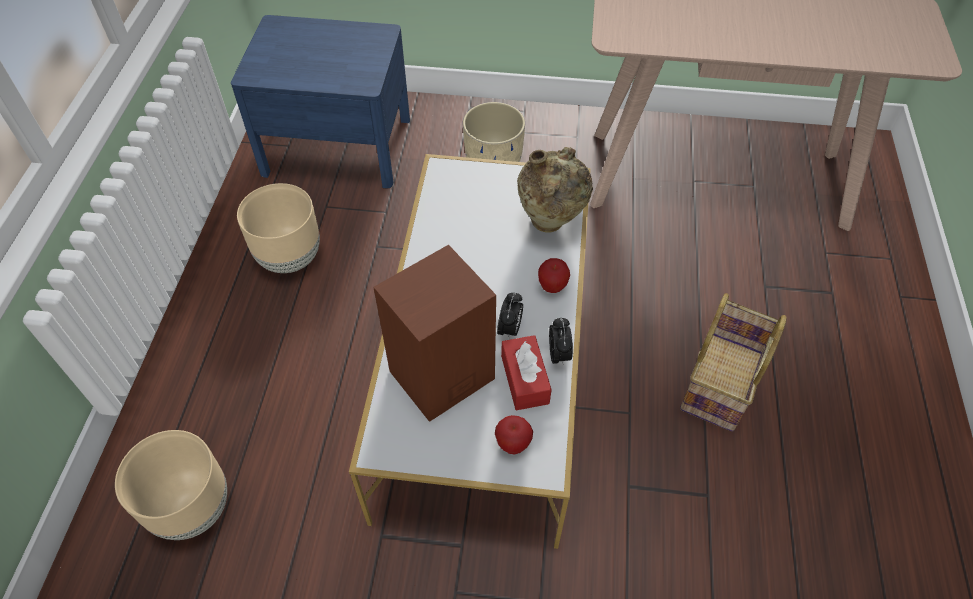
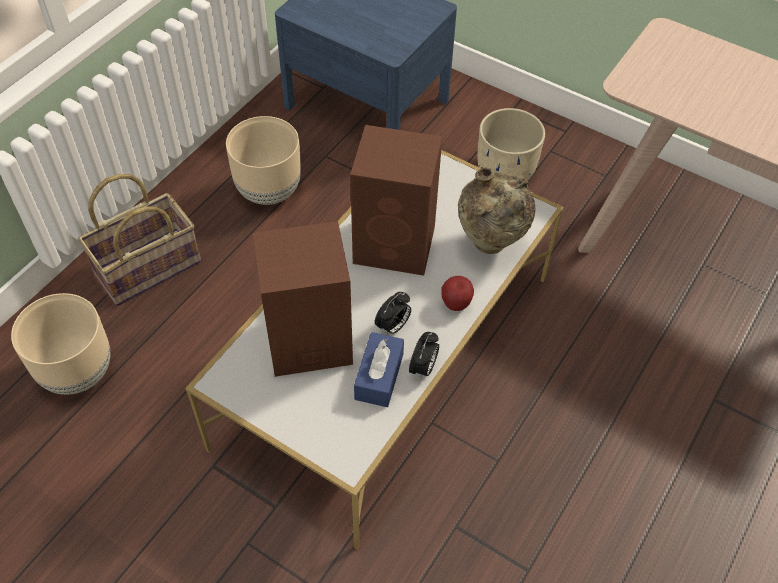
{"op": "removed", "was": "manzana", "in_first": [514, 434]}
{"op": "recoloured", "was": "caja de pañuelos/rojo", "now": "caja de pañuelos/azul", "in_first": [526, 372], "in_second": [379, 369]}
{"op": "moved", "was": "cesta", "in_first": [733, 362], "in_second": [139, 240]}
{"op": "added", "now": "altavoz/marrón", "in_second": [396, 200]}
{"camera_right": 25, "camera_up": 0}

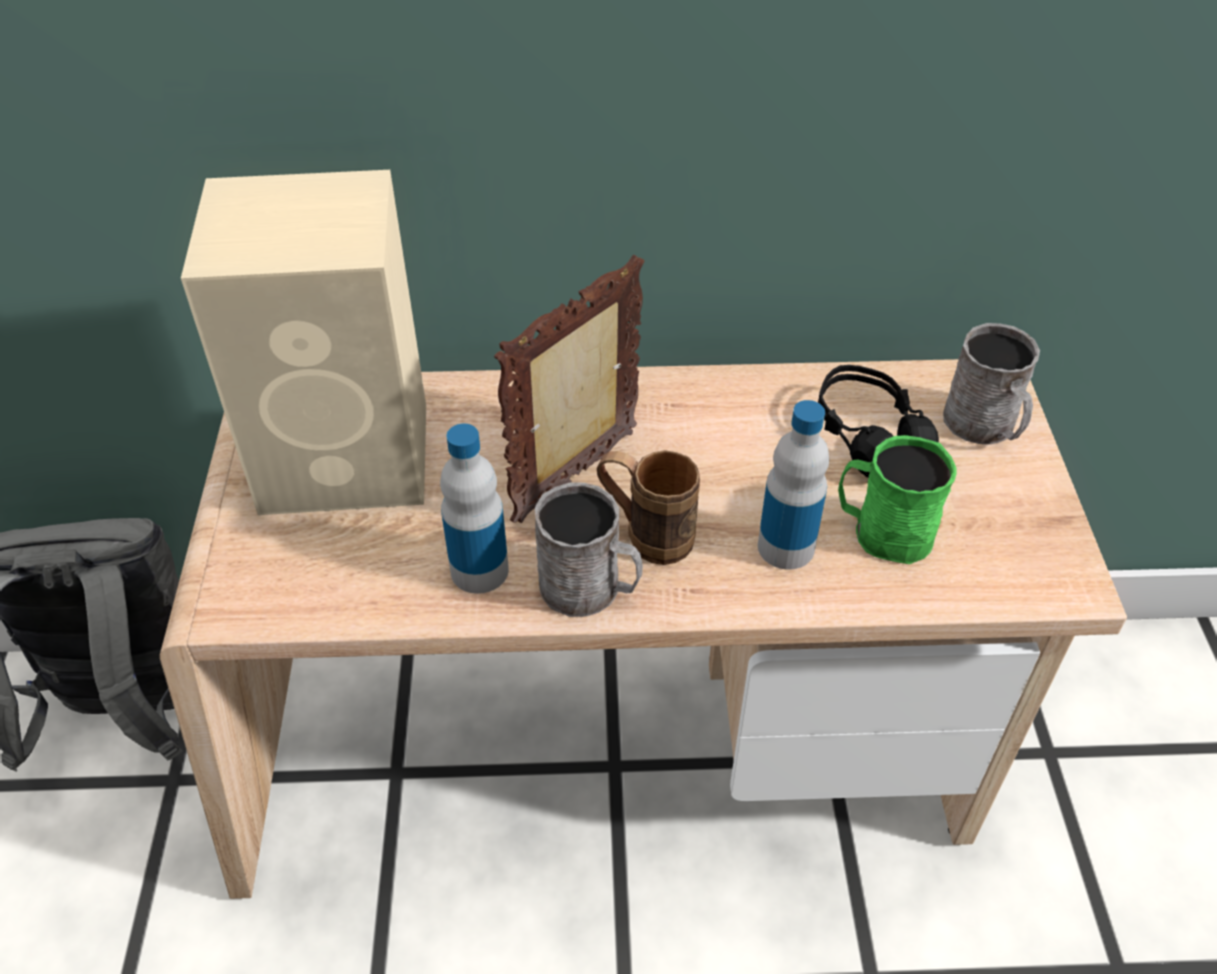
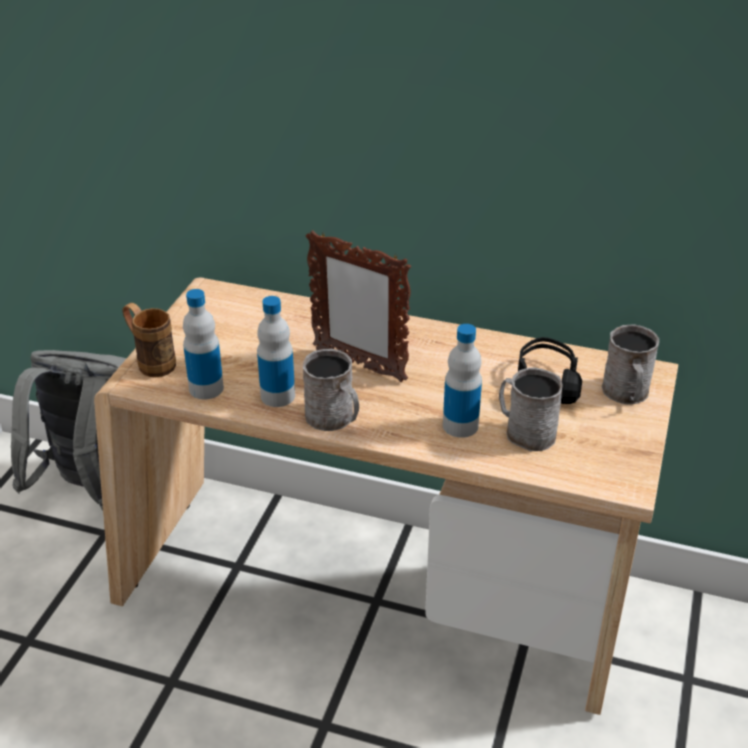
{"op": "removed", "was": "altavoz/beis", "in_first": [303, 342]}
{"op": "turned", "was": "portarretratos", "in_first": [569, 389], "in_second": [358, 306], "clockwise": -120}
{"op": "moved", "was": "taza grande/marrón", "in_first": [648, 507], "in_second": [149, 340]}
{"op": "recoloured", "was": "taza grande/verde", "now": "taza grande/gris", "in_first": [897, 499], "in_second": [531, 409]}
{"op": "added", "now": "botella", "in_second": [203, 344]}
{"camera_right": 20, "camera_up": -10}

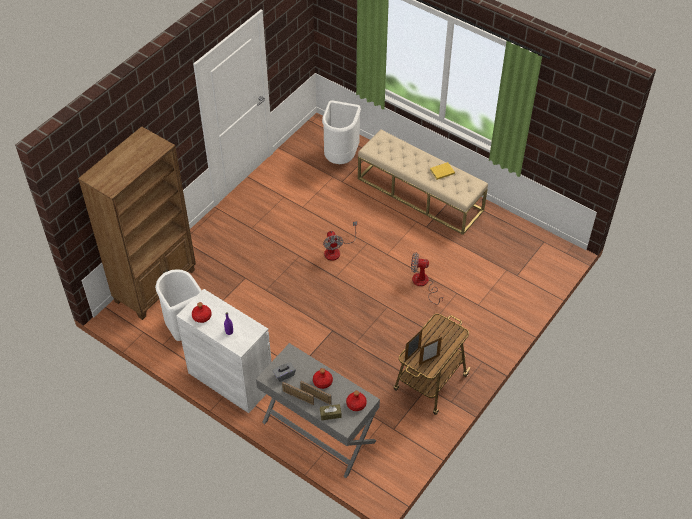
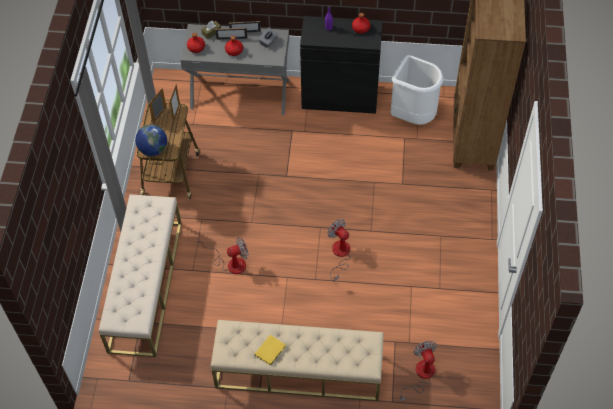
{"op": "recoloured", "was": "armario/blanco", "now": "armario/negro", "in_first": [224, 351], "in_second": [341, 65]}
{"op": "replaced", "was": "papelera/blanco", "now": "ventilador", "in_first": [341, 132], "in_second": [418, 371]}
{"op": "added", "now": "banco/beis", "in_second": [140, 275]}
{"op": "added", "now": "globo terráqueo", "in_second": [151, 140]}
{"camera_right": 150, "camera_up": 5}

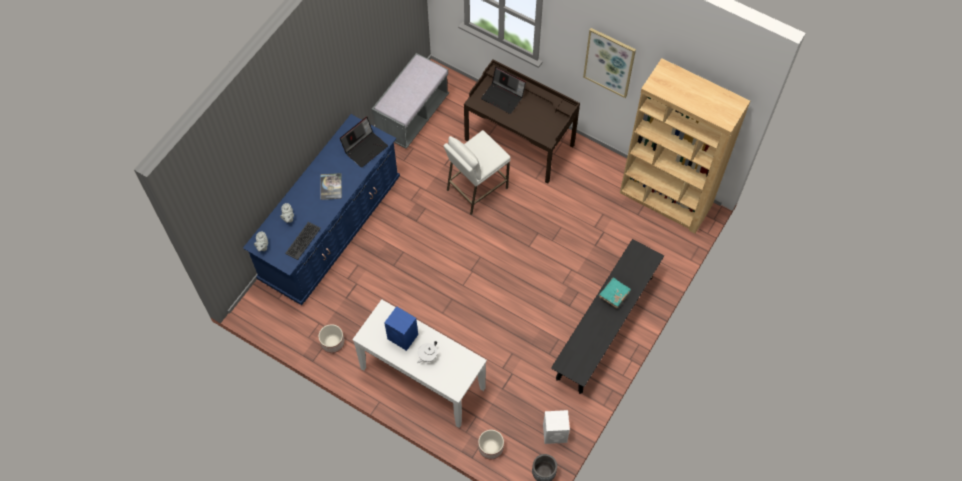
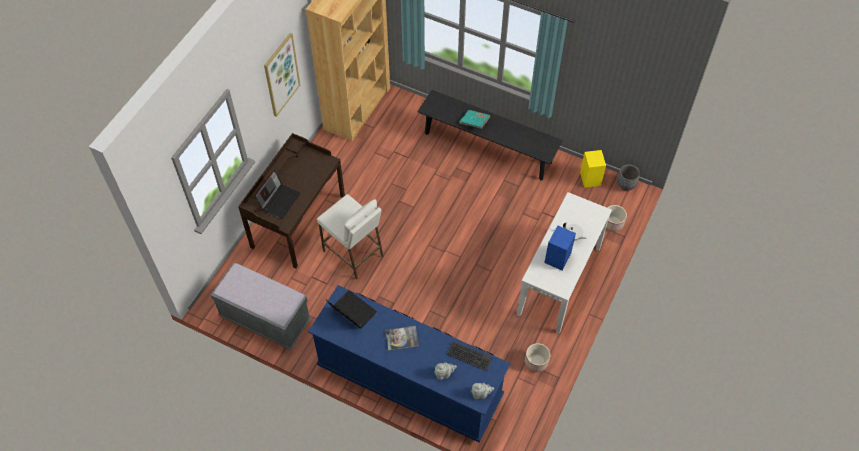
{"op": "recoloured", "was": "altavoz/blanco", "now": "altavoz/amarillo", "in_first": [556, 427], "in_second": [593, 169]}
{"camera_right": -95, "camera_up": -5}

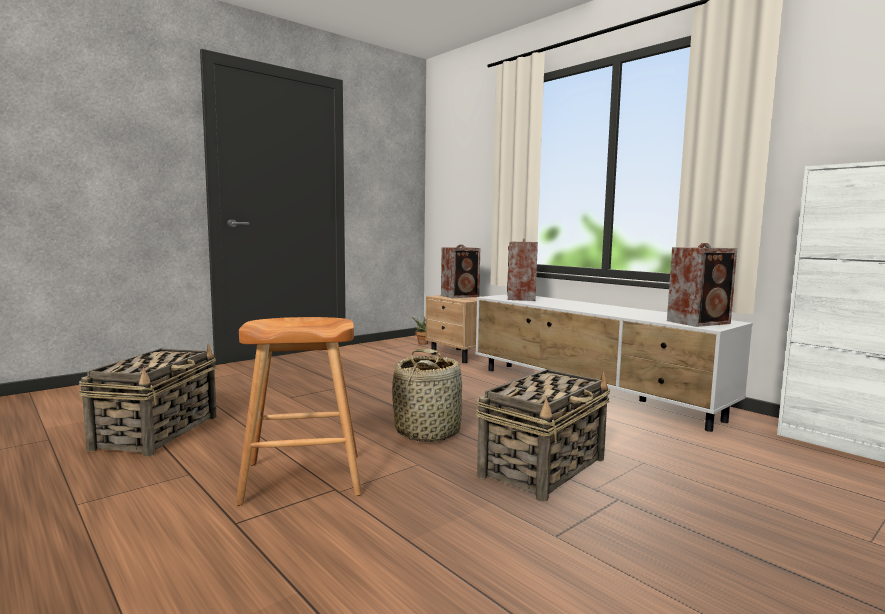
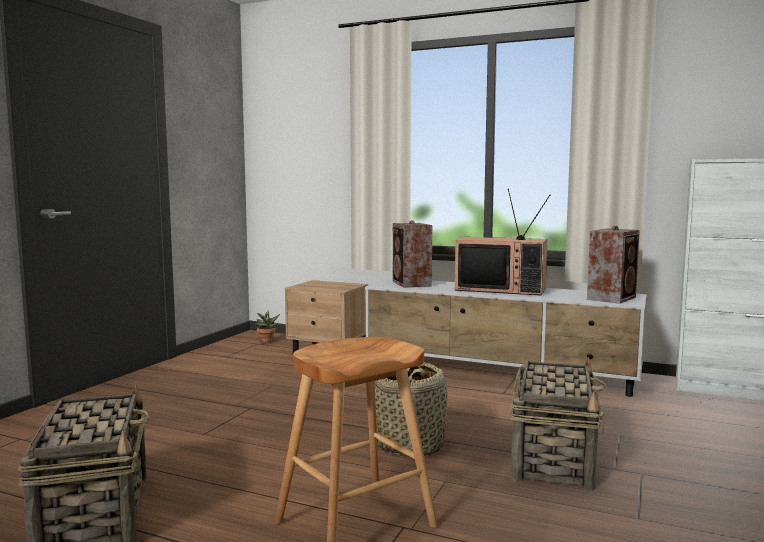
{"op": "removed", "was": "altavoz", "in_first": [460, 271]}
{"op": "added", "now": "televisor", "in_second": [503, 242]}
{"camera_right": -25, "camera_up": 0}

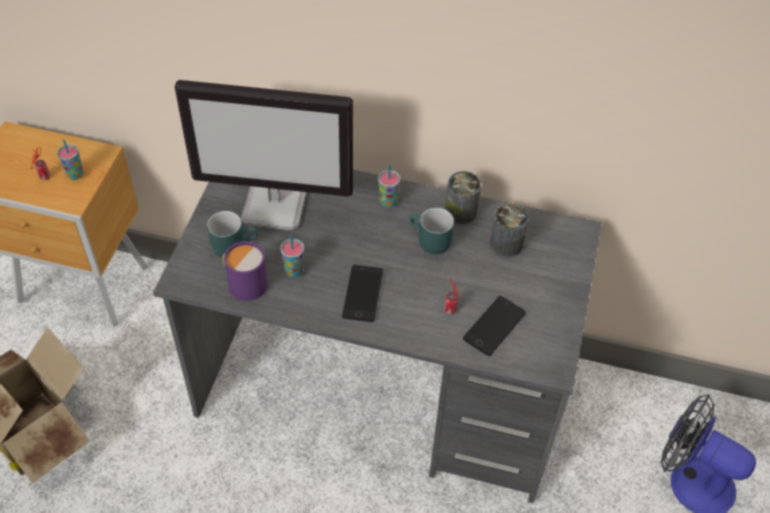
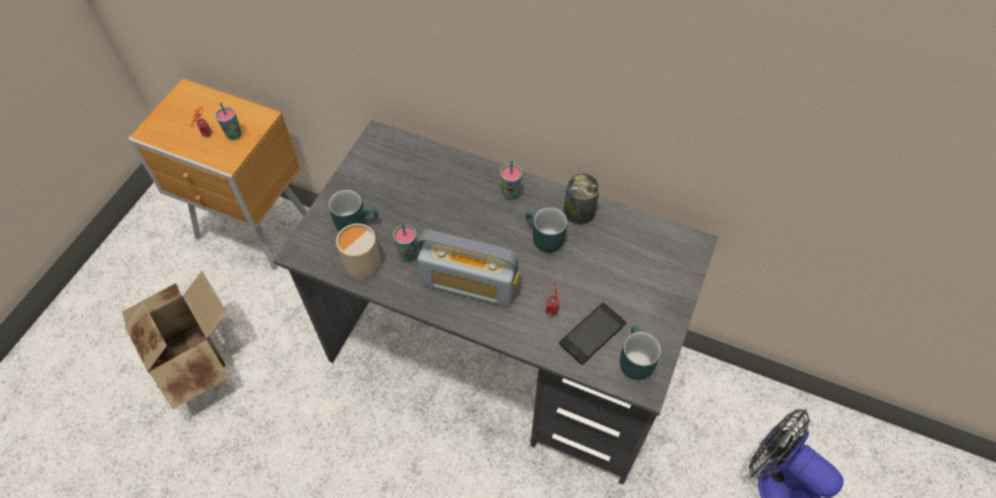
{"op": "removed", "was": "monitor", "in_first": [264, 155]}
{"op": "recoloured", "was": "taza grande/morado", "now": "taza grande/beis", "in_first": [245, 271], "in_second": [358, 251]}
{"op": "replaced", "was": "móvil", "now": "radio", "in_first": [362, 293], "in_second": [468, 268]}
{"op": "removed", "was": "lata", "in_first": [509, 230]}
{"op": "added", "now": "taza grande/turquesa", "in_second": [640, 352]}
{"camera_right": 10, "camera_up": 5}

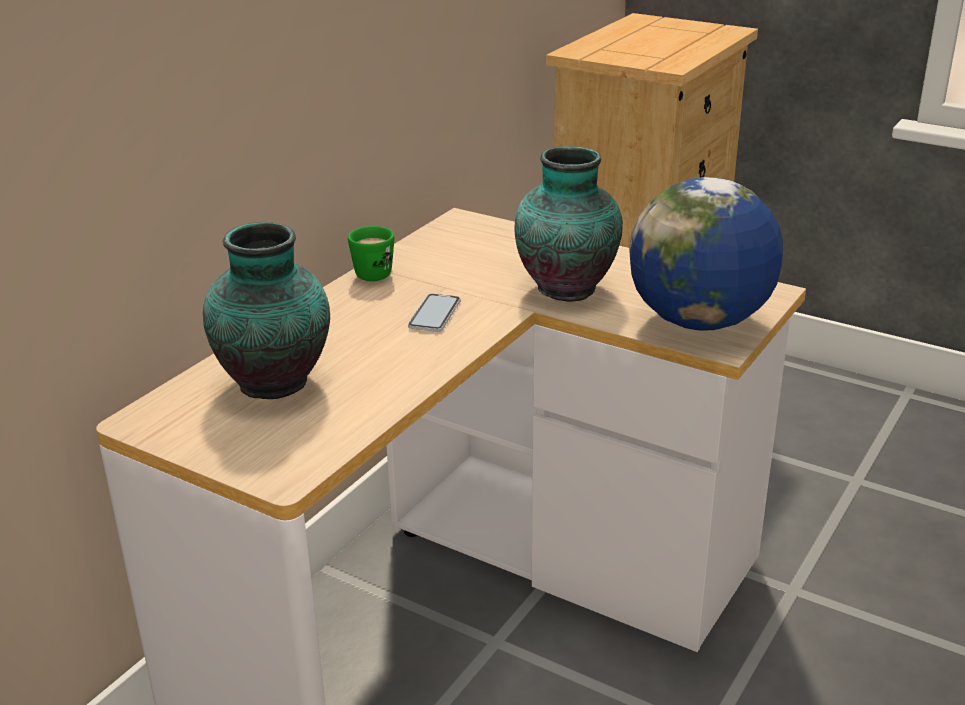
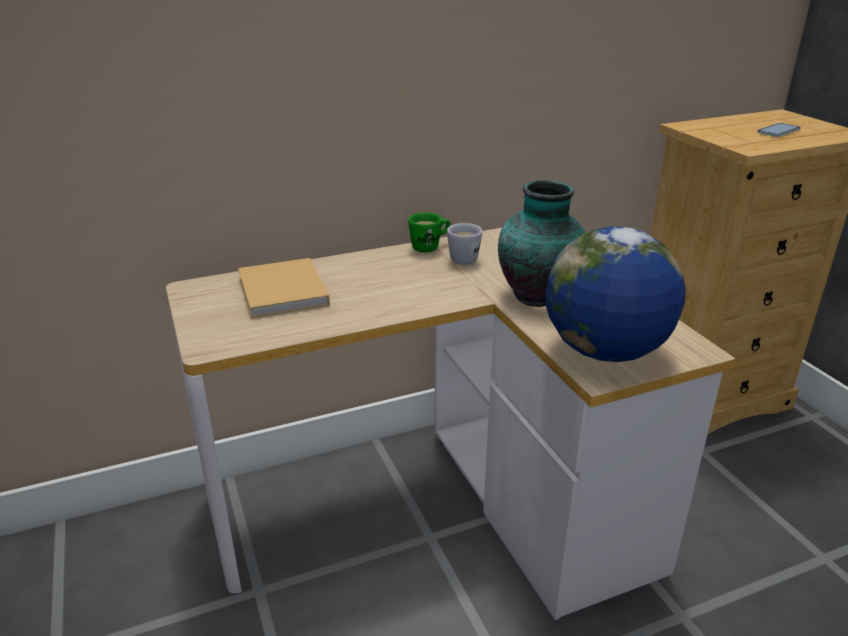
{"op": "replaced", "was": "florero", "now": "libro/beis", "in_first": [266, 310], "in_second": [284, 288]}
{"op": "moved", "was": "móvil", "in_first": [434, 313], "in_second": [779, 130]}
{"op": "added", "now": "taza grande/blanco", "in_second": [464, 244]}
{"camera_right": 35, "camera_up": 0}

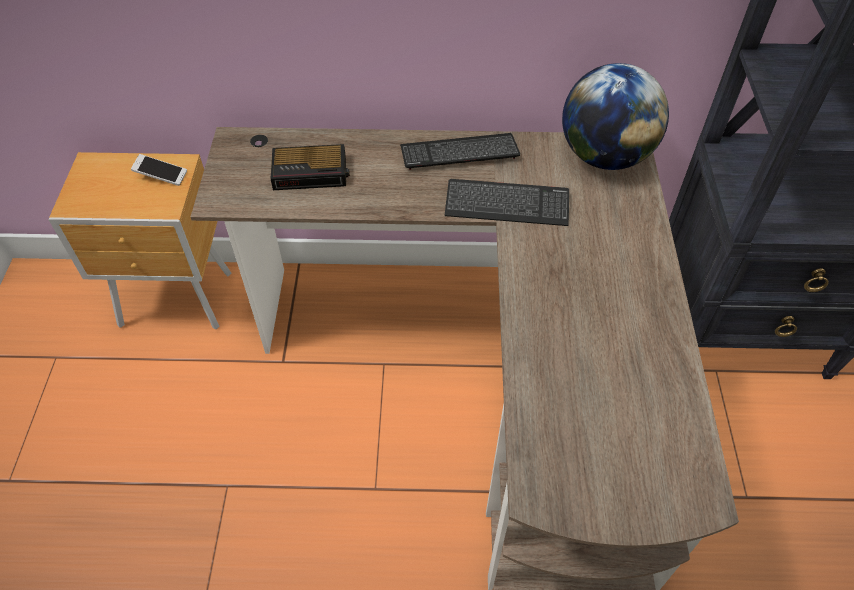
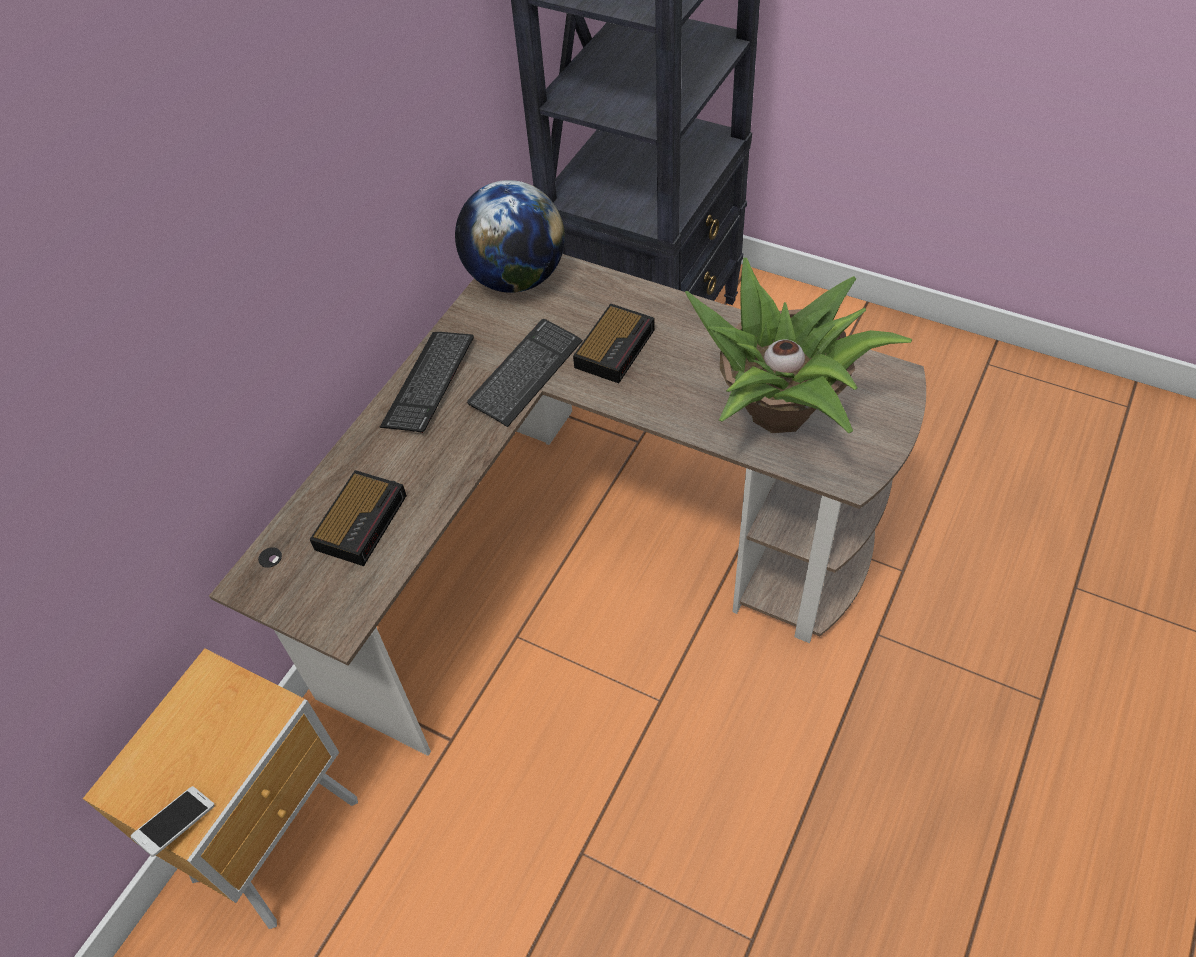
{"op": "moved", "was": "móvil", "in_first": [159, 170], "in_second": [172, 821]}
{"op": "added", "now": "despertador", "in_second": [614, 343]}
{"op": "added", "now": "planta en maceta", "in_second": [798, 345]}
{"camera_right": -60, "camera_up": 0}

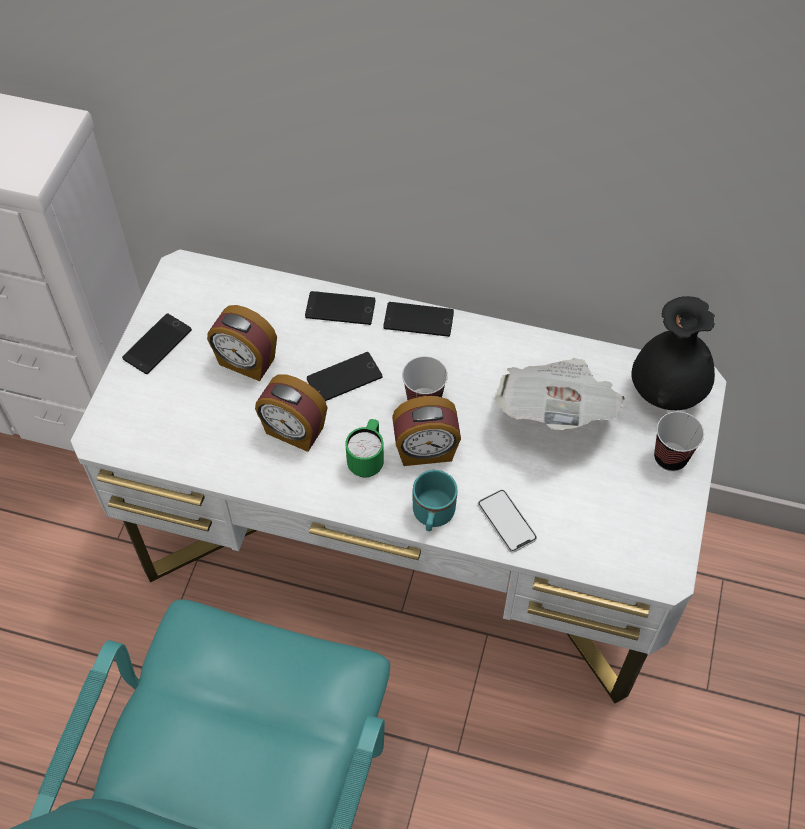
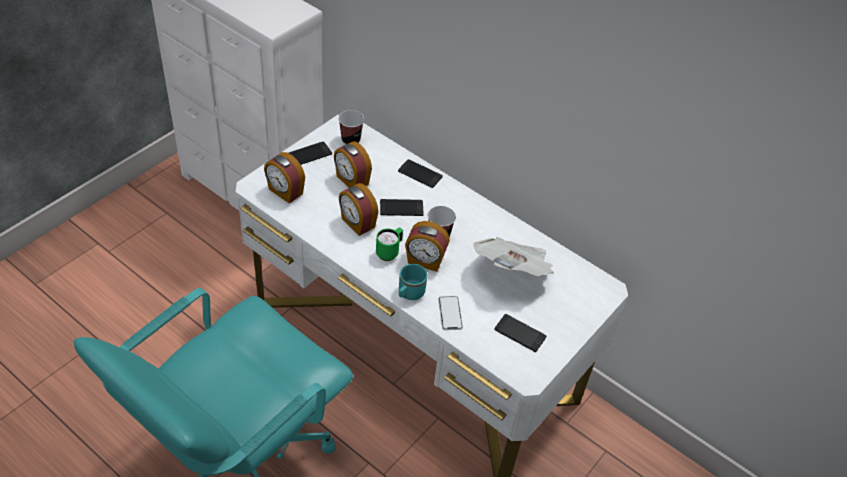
{"op": "moved", "was": "móvil", "in_first": [418, 319], "in_second": [520, 333]}
{"op": "removed", "was": "florero/negro", "in_first": [673, 353]}
{"op": "moved", "was": "taza", "in_first": [679, 441], "in_second": [351, 127]}
{"op": "added", "now": "despertador", "in_second": [284, 178]}
{"camera_right": 20, "camera_up": -10}

